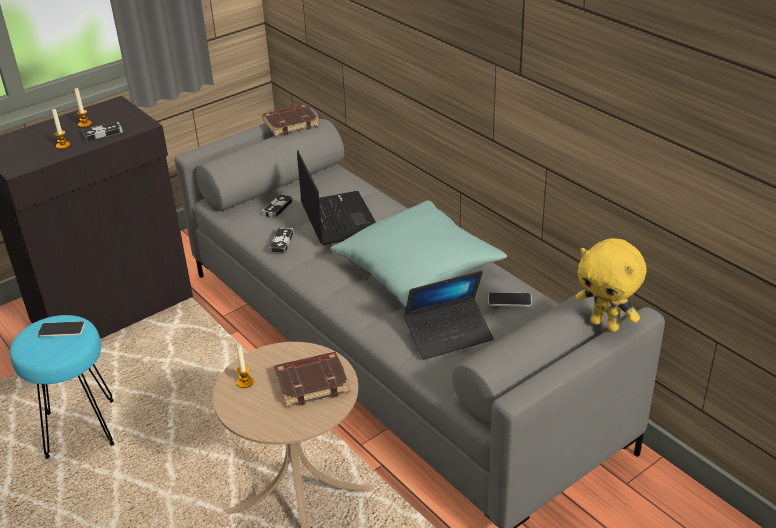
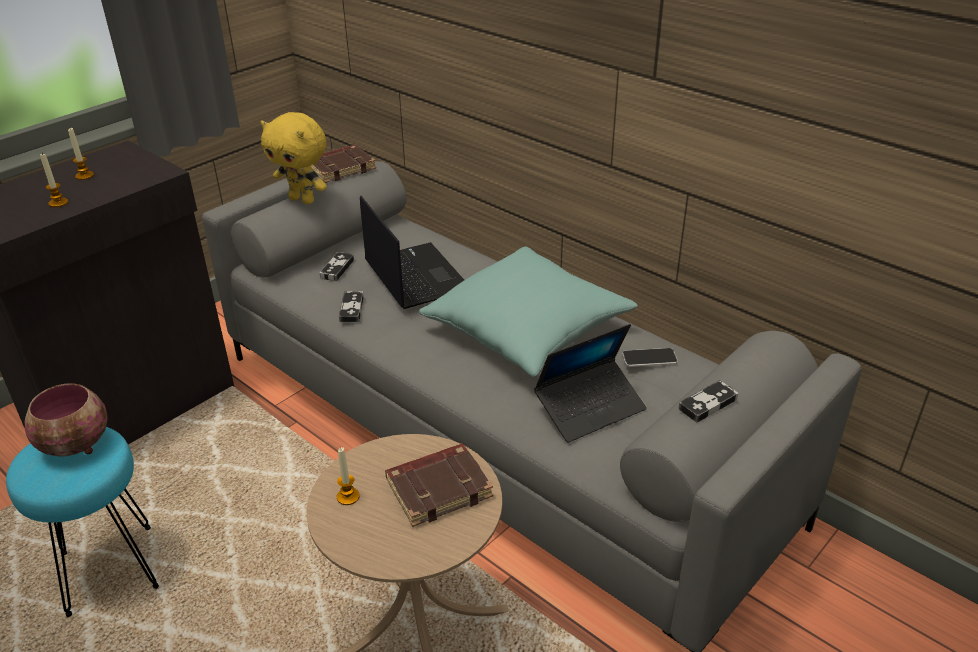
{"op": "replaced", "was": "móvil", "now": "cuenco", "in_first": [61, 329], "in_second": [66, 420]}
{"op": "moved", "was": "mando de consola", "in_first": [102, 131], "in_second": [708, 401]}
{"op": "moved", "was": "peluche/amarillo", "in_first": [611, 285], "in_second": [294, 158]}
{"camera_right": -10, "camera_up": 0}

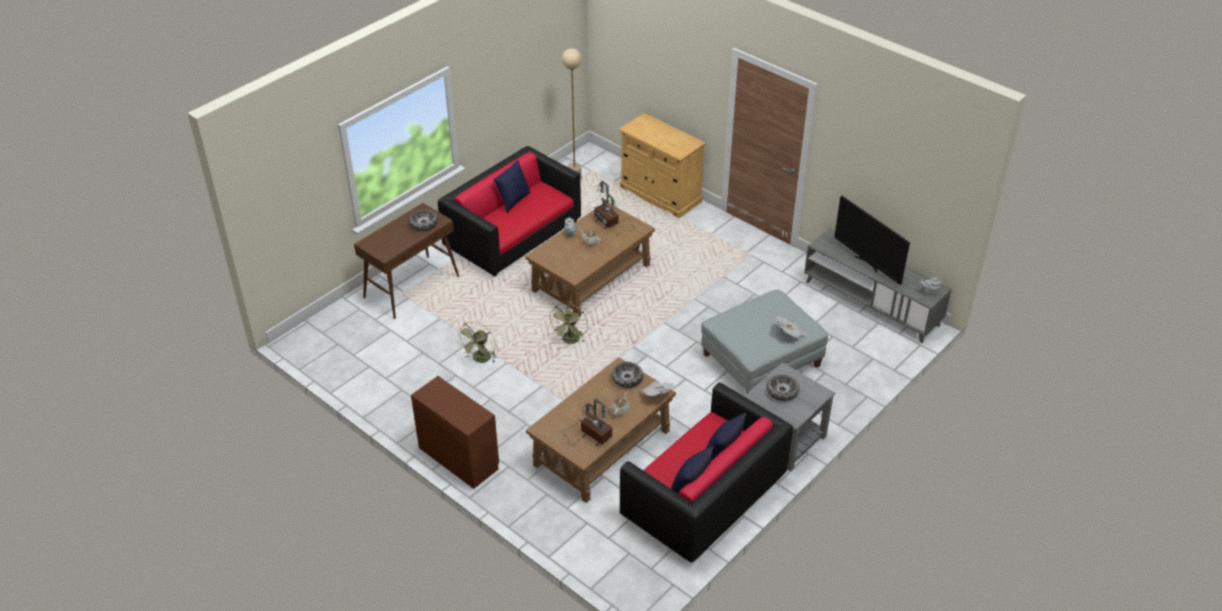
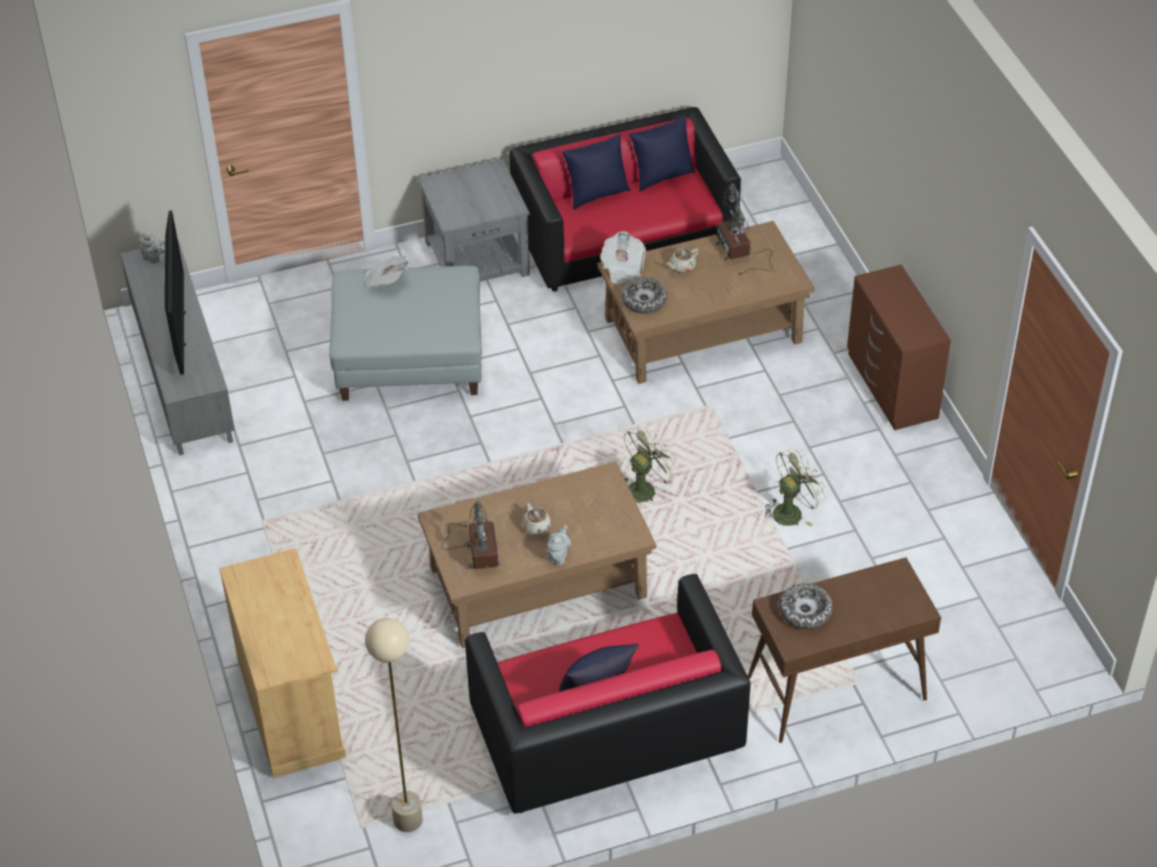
{"op": "removed", "was": "cuenco", "in_first": [783, 387]}
{"camera_right": -150, "camera_up": 5}

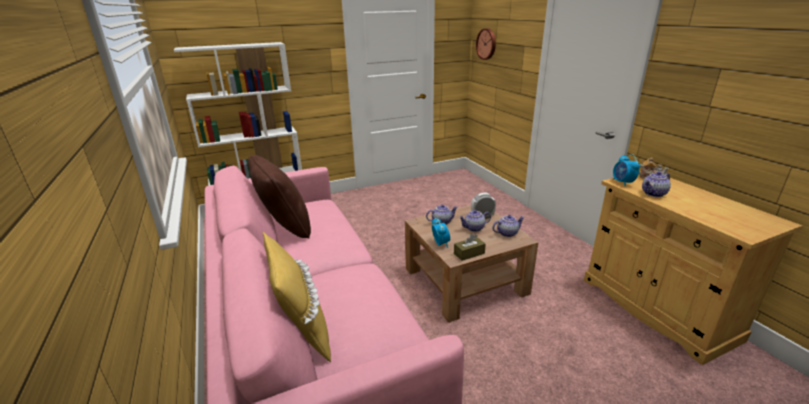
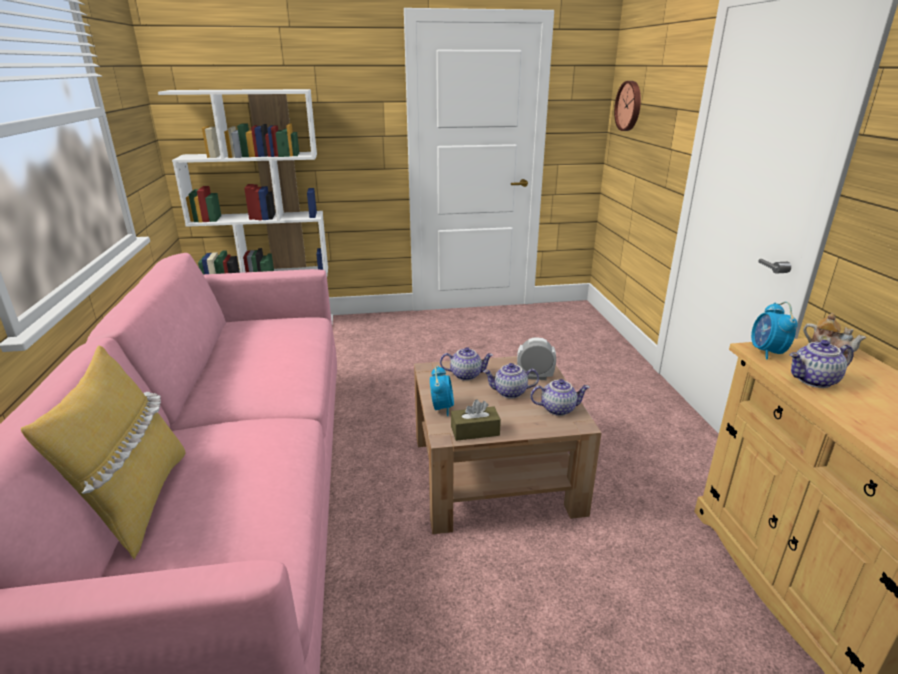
{"op": "removed", "was": "cojín/marrón", "in_first": [279, 196]}
{"camera_right": 15, "camera_up": 0}

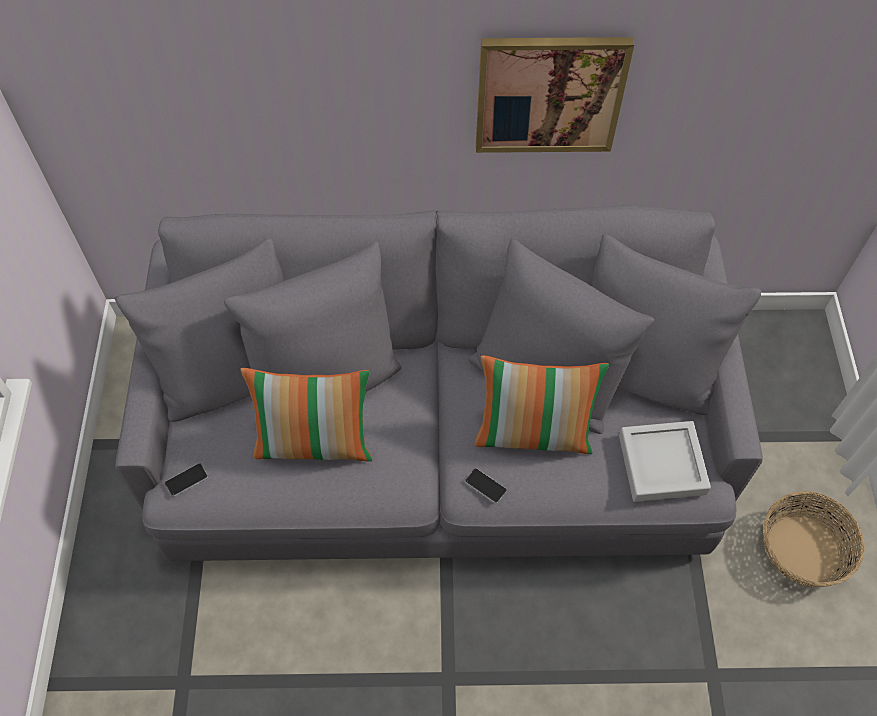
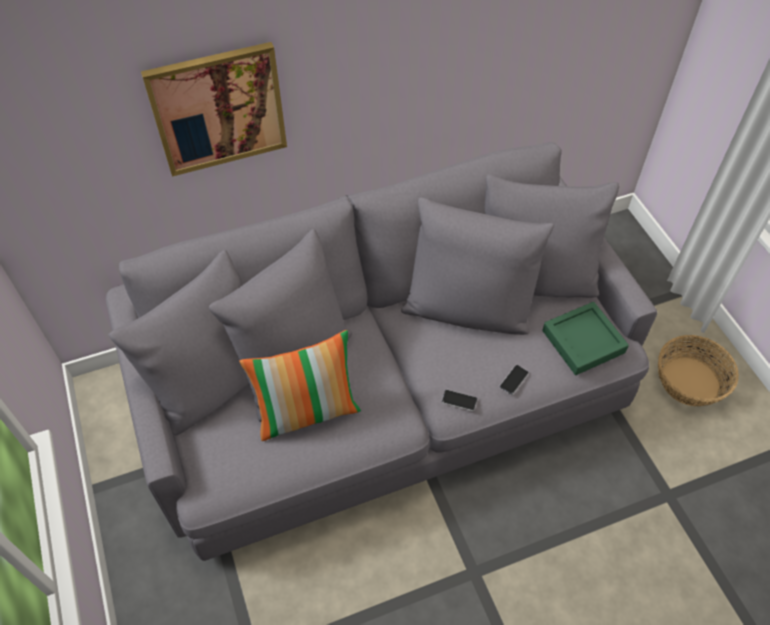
{"op": "moved", "was": "móvil", "in_first": [186, 480], "in_second": [514, 380]}
{"op": "removed", "was": "cojín", "in_first": [541, 404]}
{"op": "moved", "was": "cuadro", "in_first": [555, 95], "in_second": [214, 109]}
{"op": "recoloured", "was": "bandeja/gris", "now": "bandeja/verde", "in_first": [665, 461], "in_second": [585, 338]}
{"camera_right": -20, "camera_up": -5}

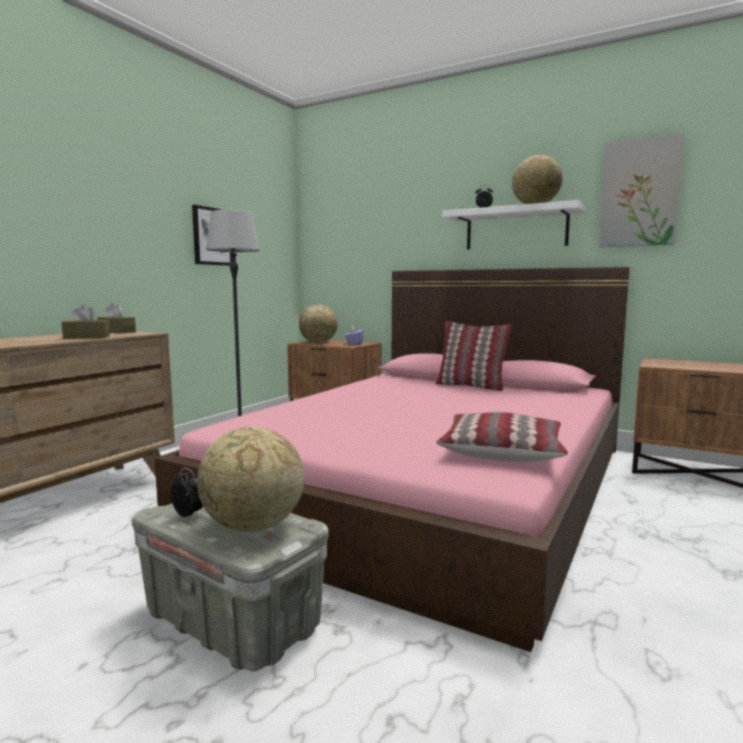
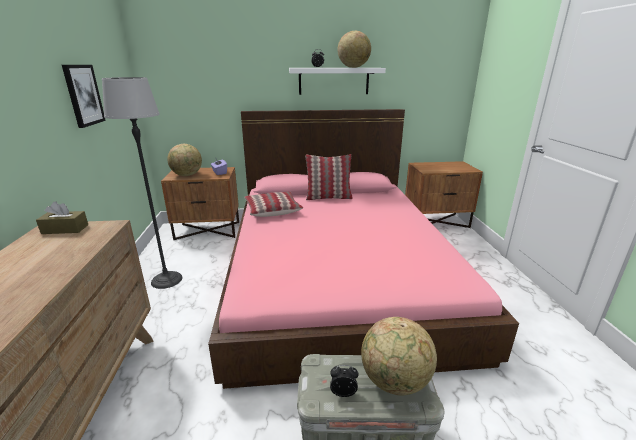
{"op": "removed", "was": "caja de pañuelos/marrón", "in_first": [86, 322]}
{"op": "moved", "was": "cojín", "in_first": [502, 437], "in_second": [273, 204]}
{"op": "removed", "was": "cuadro", "in_first": [641, 190]}
{"camera_right": -35, "camera_up": 15}

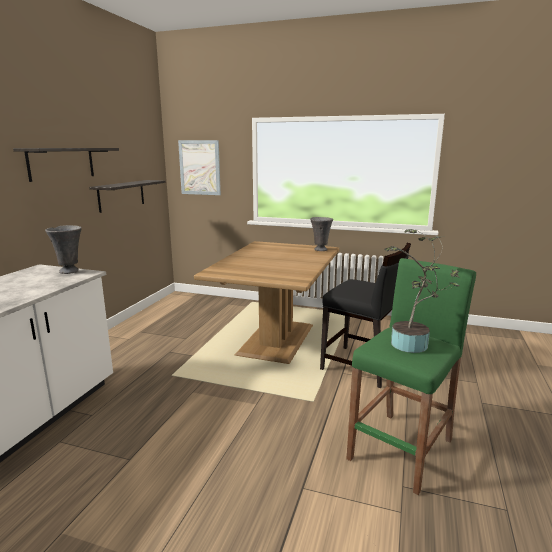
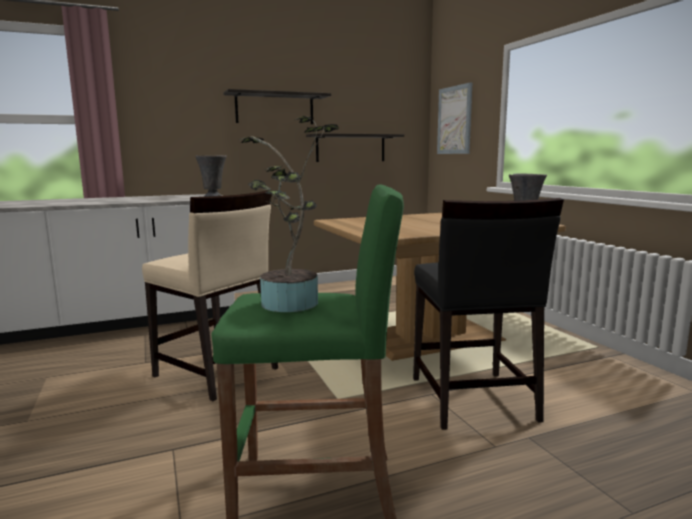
{"op": "added", "now": "silla/beis", "in_second": [210, 296]}
{"camera_right": 50, "camera_up": -5}

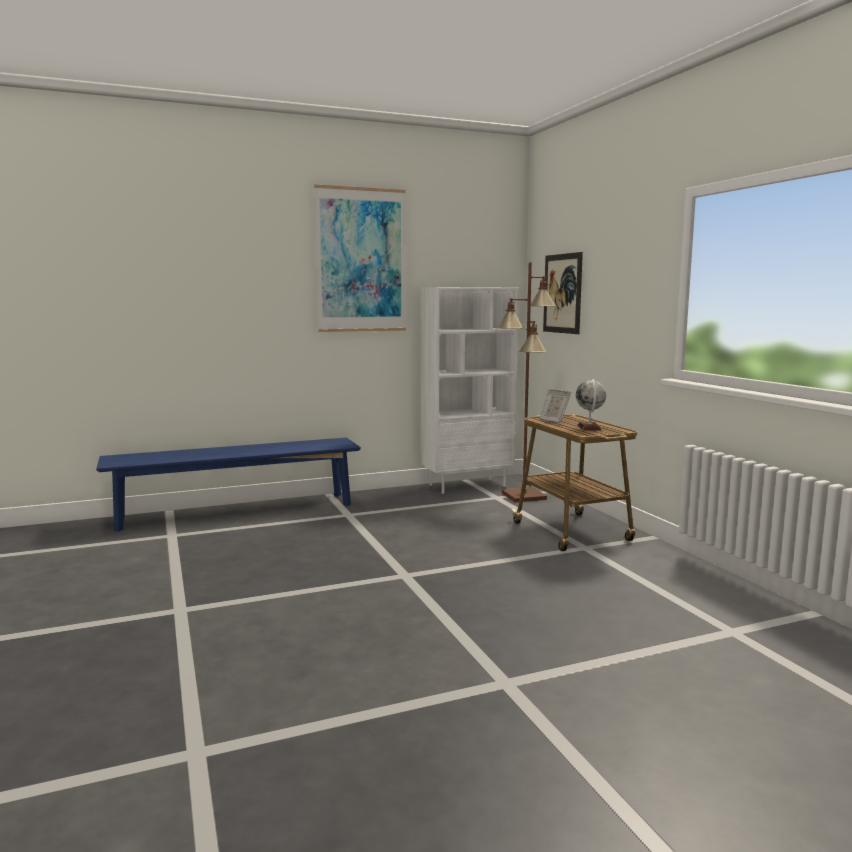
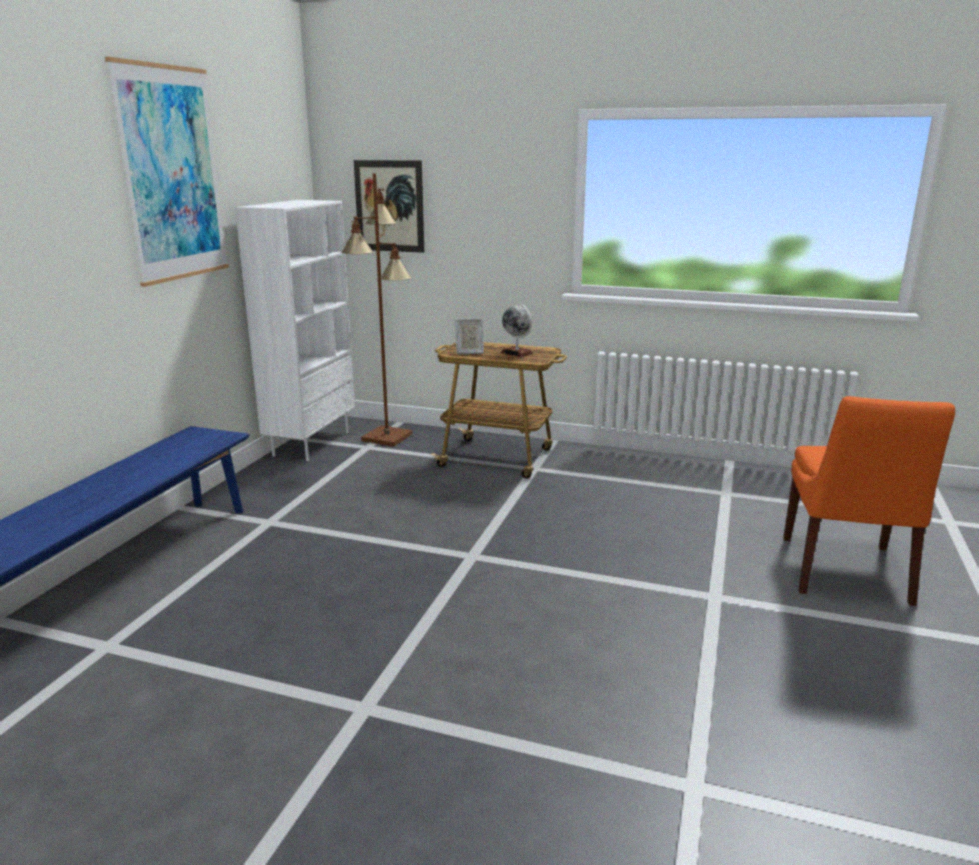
{"op": "added", "now": "silla/naranja", "in_second": [869, 501]}
{"camera_right": -50, "camera_up": 10}

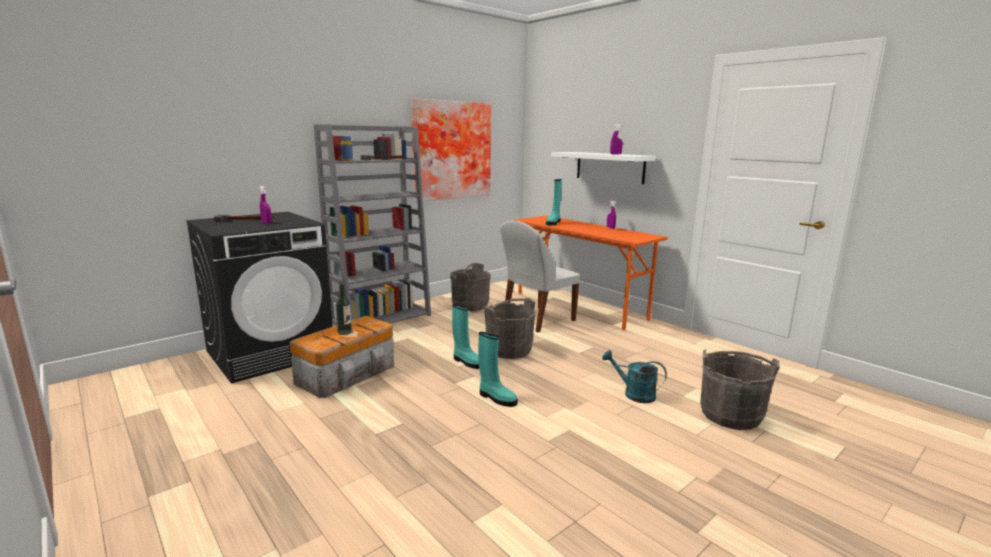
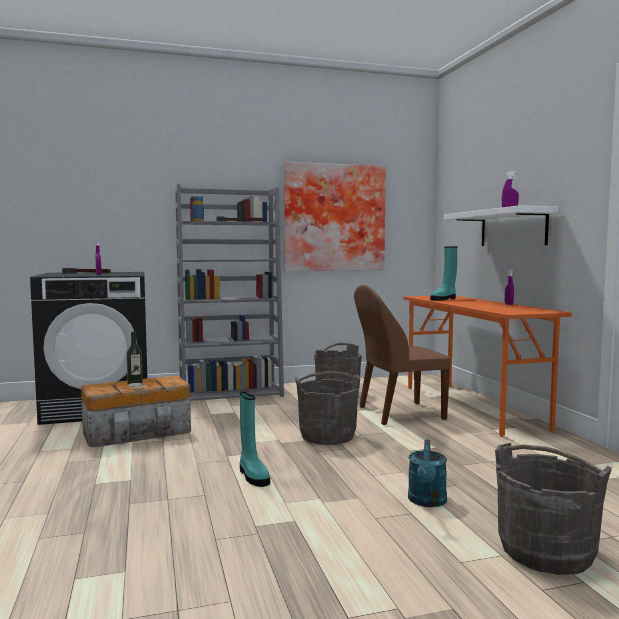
{"op": "removed", "was": "bota/turquesa", "in_first": [465, 336]}
{"op": "recoloured", "was": "silla/blanco", "now": "silla/marrón", "in_first": [540, 277], "in_second": [402, 355]}
{"op": "turned", "was": "regadera/turquesa", "in_first": [634, 376], "in_second": [427, 473], "clockwise": -135}
{"camera_right": 25, "camera_up": -10}

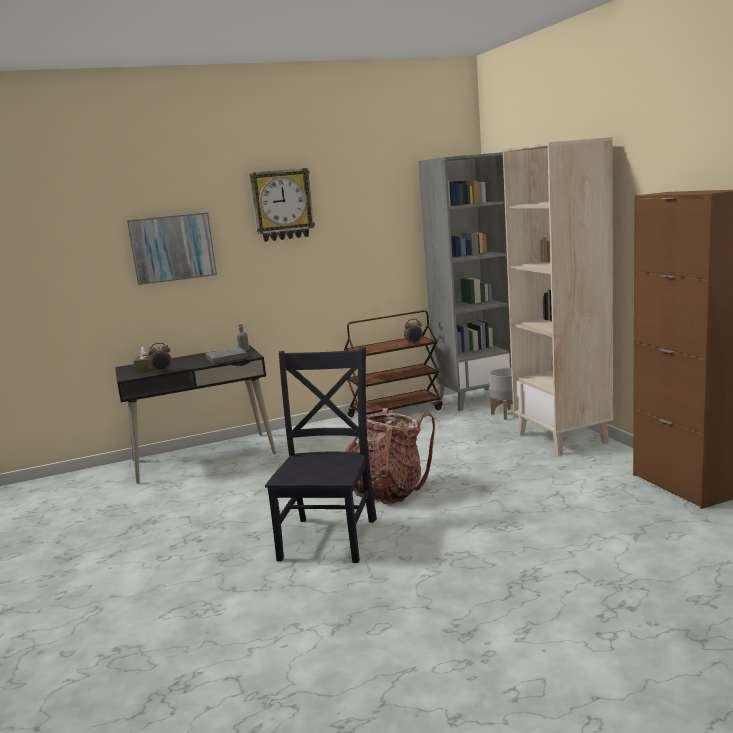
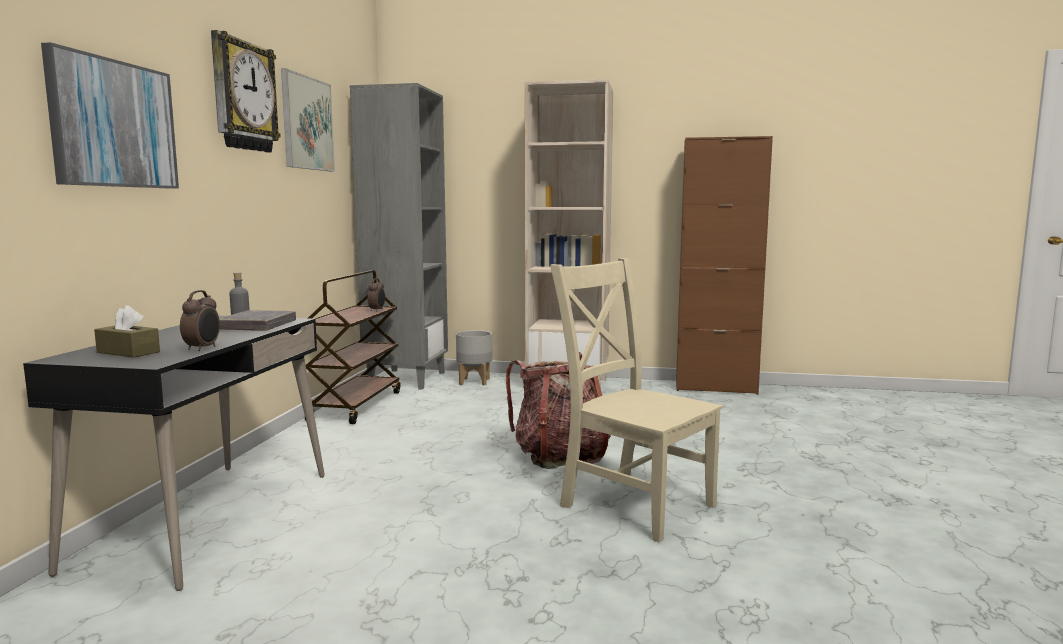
{"op": "recoloured", "was": "silla/negro", "now": "silla/beis", "in_first": [321, 455], "in_second": [636, 400]}
{"op": "added", "now": "cuadro", "in_second": [308, 119]}
{"camera_right": -60, "camera_up": -5}

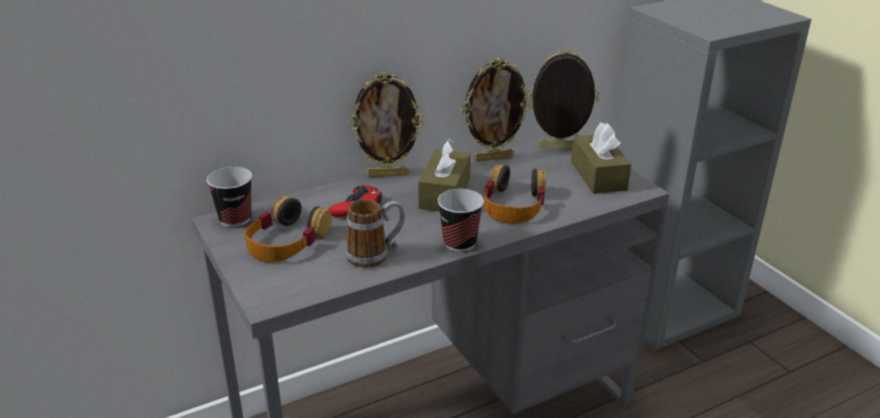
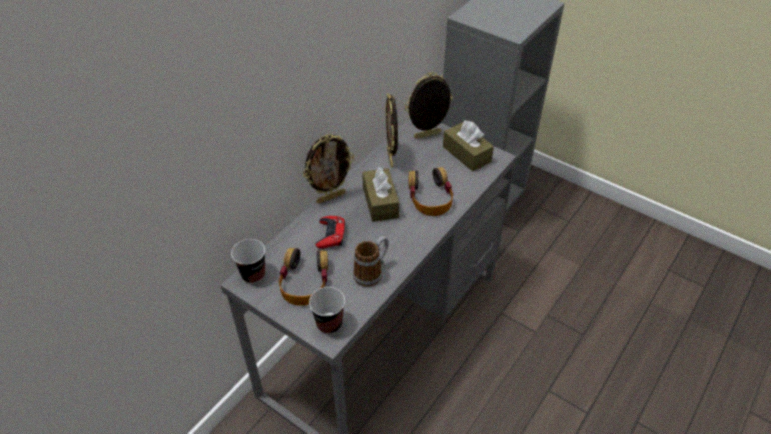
{"op": "moved", "was": "taza", "in_first": [461, 220], "in_second": [327, 310]}
{"op": "turned", "was": "portarretratos", "in_first": [497, 109], "in_second": [391, 130], "clockwise": 120}
{"camera_right": -25, "camera_up": 15}

